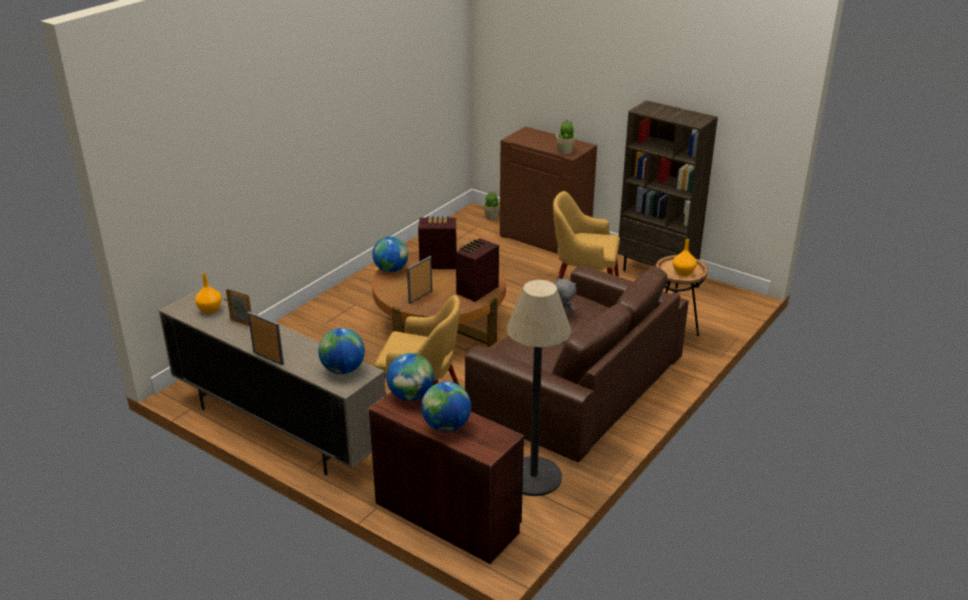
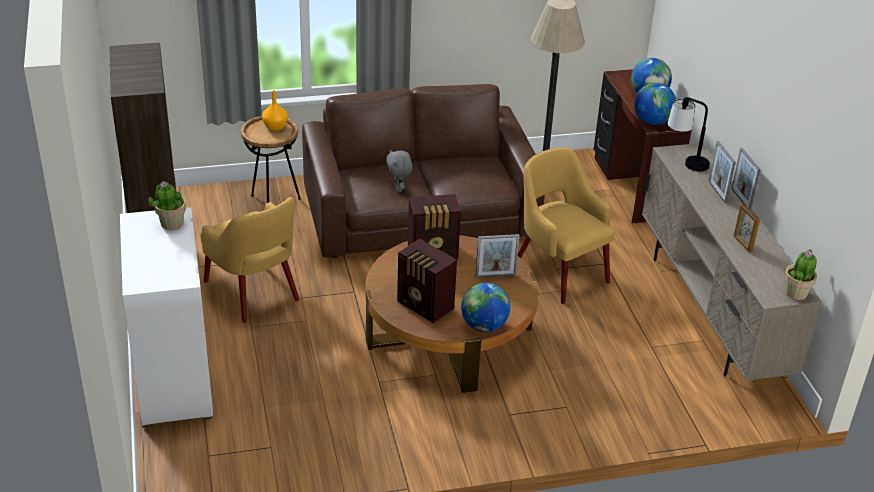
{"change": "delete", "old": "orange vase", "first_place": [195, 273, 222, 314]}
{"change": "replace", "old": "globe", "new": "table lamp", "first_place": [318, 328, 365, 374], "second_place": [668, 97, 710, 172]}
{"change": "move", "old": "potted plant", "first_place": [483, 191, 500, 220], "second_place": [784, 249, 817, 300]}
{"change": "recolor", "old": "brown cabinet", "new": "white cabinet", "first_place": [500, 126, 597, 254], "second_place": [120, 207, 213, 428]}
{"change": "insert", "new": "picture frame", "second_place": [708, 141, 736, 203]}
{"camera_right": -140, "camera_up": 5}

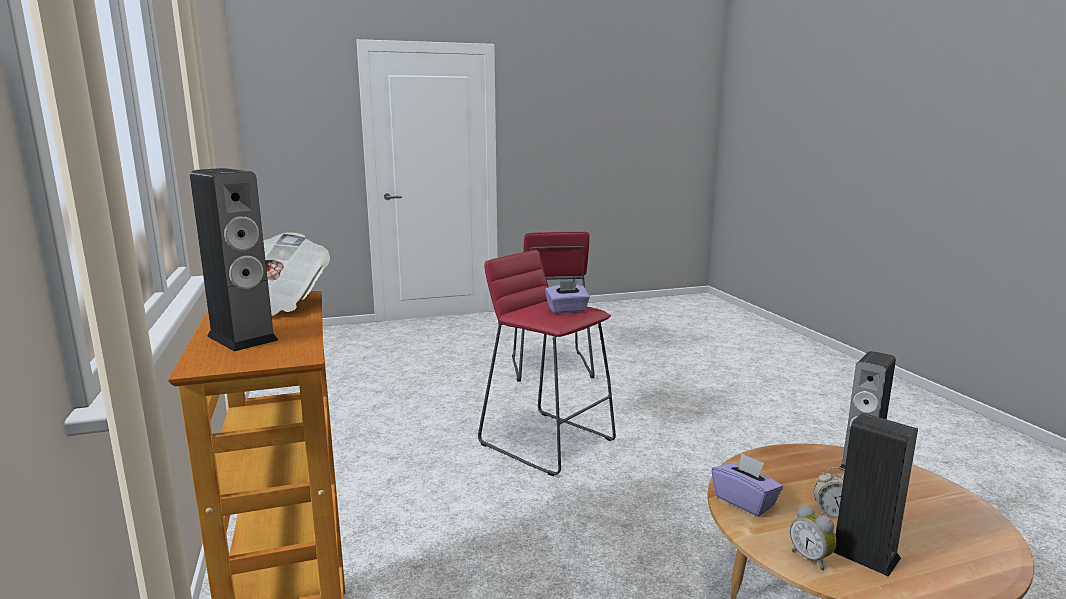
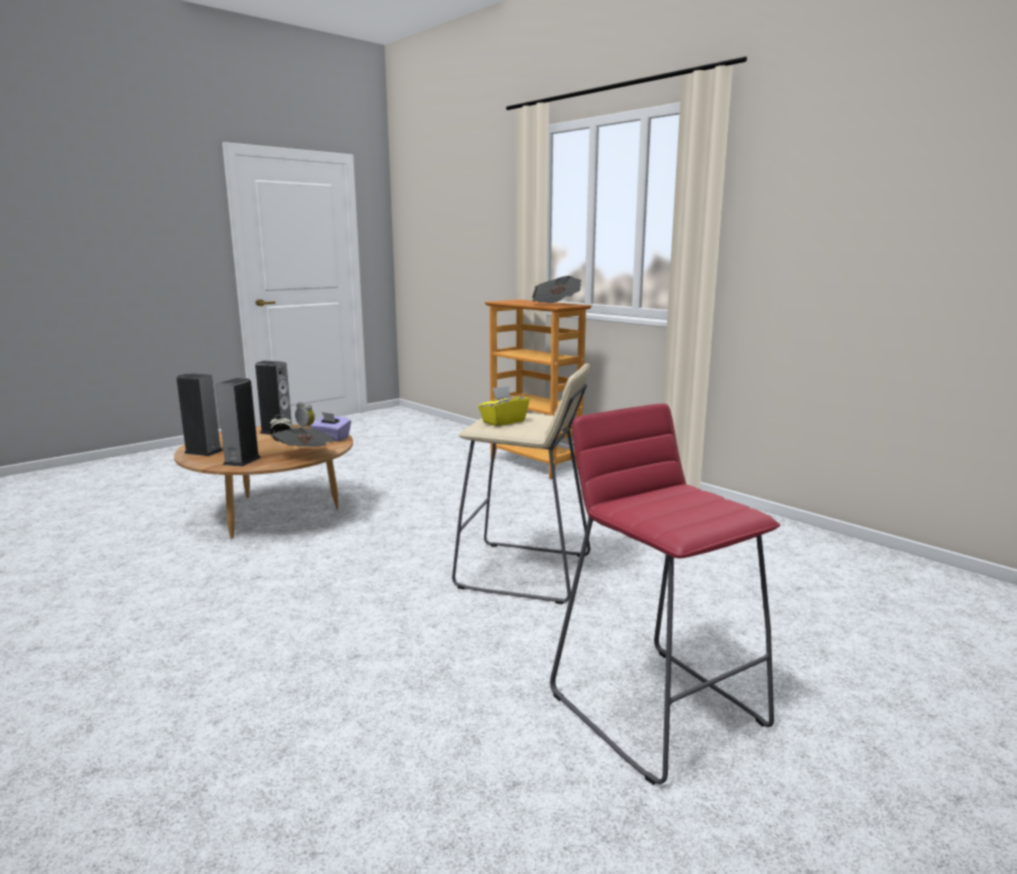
{"change": "move", "old": "speaker", "first_place": [190, 168, 279, 351], "second_place": [177, 373, 223, 456]}
{"change": "recolor", "old": "red stool", "new": "beige stool", "first_place": [478, 250, 616, 476], "second_place": [452, 364, 590, 604]}
{"change": "recolor", "old": "purple tissue box", "new": "yellow tissue box", "first_place": [545, 281, 590, 314], "second_place": [478, 386, 529, 426]}
{"change": "insert", "new": "newspaper", "second_place": [270, 428, 334, 447]}
{"camera_right": 155, "camera_up": 0}

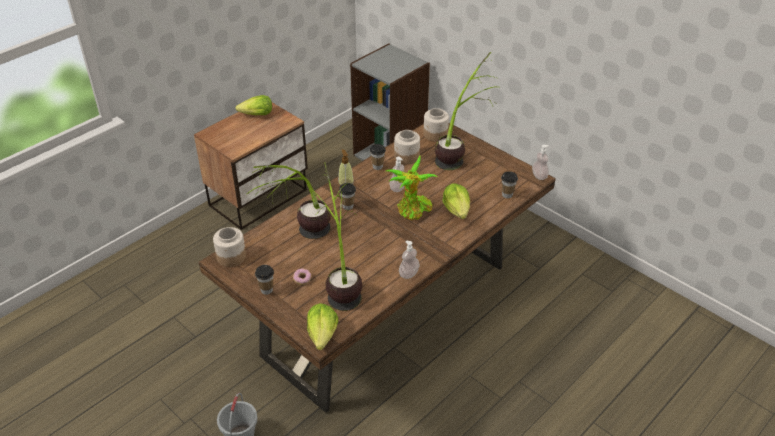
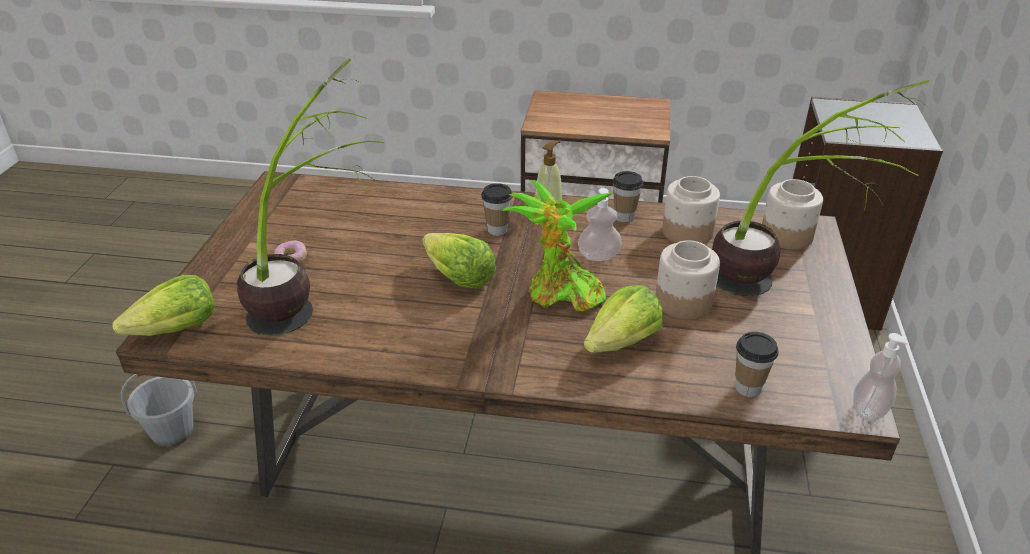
{"change": "move", "old": "jar", "first_place": [213, 227, 246, 267], "second_place": [655, 240, 720, 319]}
{"change": "move", "old": "lettuce", "first_place": [235, 95, 272, 115], "second_place": [422, 233, 496, 288]}
{"change": "delete", "old": "potted plant", "first_place": [247, 165, 331, 239]}
{"change": "delete", "old": "cup", "first_place": [255, 265, 274, 295]}
{"change": "delete", "old": "soap dispenser", "first_place": [399, 241, 419, 279]}
{"camera_right": 55, "camera_up": -5}

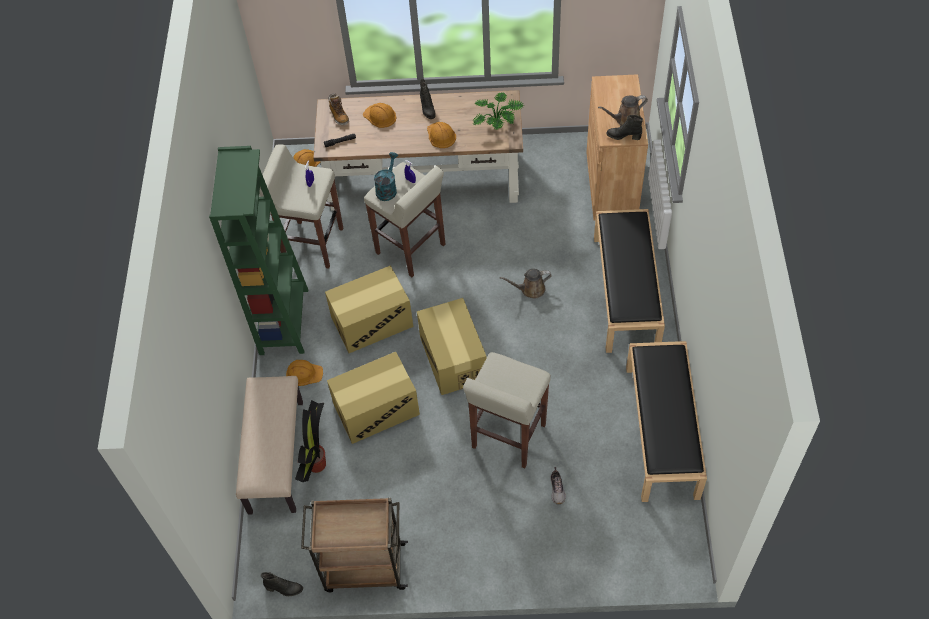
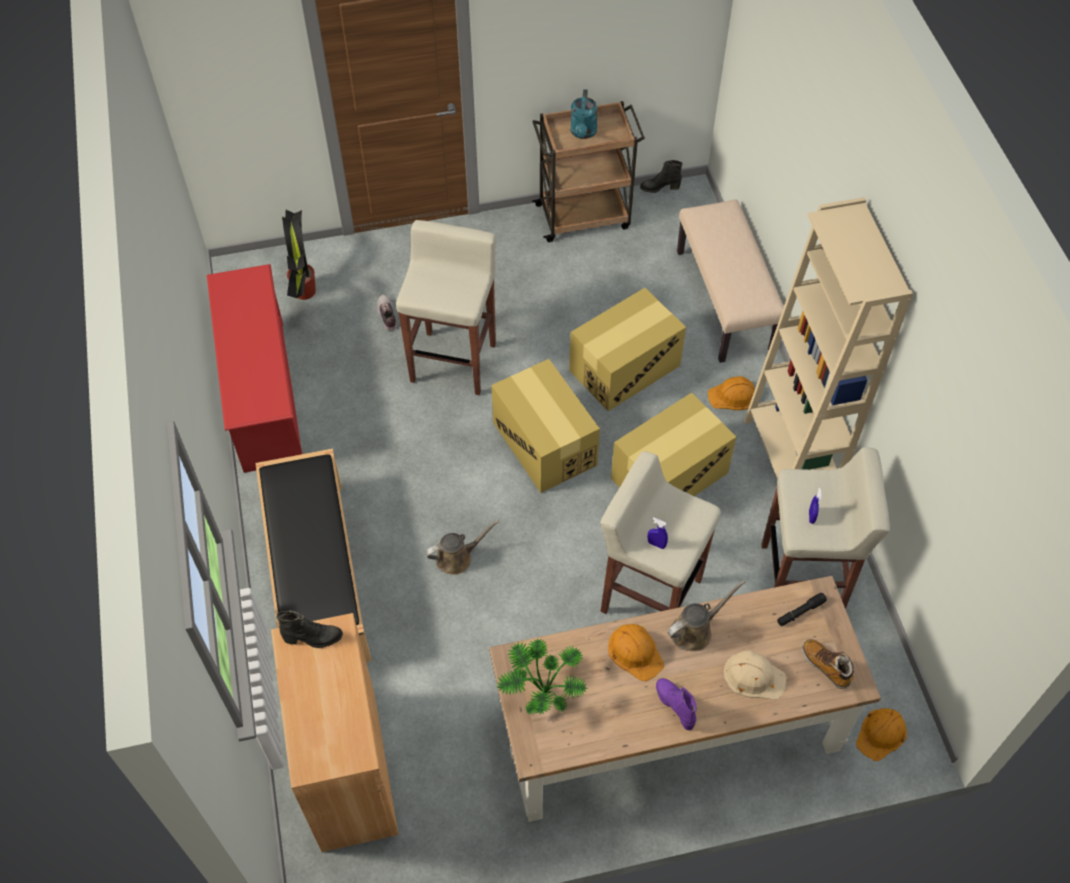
{"change": "recolor", "old": "green bookcase", "new": "beige bookcase", "first_place": [209, 146, 308, 355], "second_place": [744, 197, 913, 479]}
{"change": "move", "old": "potted plant", "first_place": [295, 400, 326, 482], "second_place": [282, 210, 316, 300]}
{"change": "recolor", "old": "orange hard hat", "new": "beige hard hat", "first_place": [363, 103, 396, 128], "second_place": [724, 650, 787, 700]}
{"change": "move", "old": "turquoise watering can", "first_place": [374, 152, 398, 201], "second_place": [570, 89, 598, 139]}
{"change": "recolor", "old": "black boot", "new": "purple boot", "first_place": [420, 79, 436, 119], "second_place": [656, 678, 697, 730]}
{"change": "move", "old": "brown watering can", "first_place": [598, 95, 648, 126], "second_place": [667, 580, 745, 651]}
{"change": "replace", "old": "black bench", "new": "red shoe rack", "first_place": [626, 341, 707, 502], "second_place": [207, 264, 303, 473]}
{"camera_right": 165, "camera_up": 0}

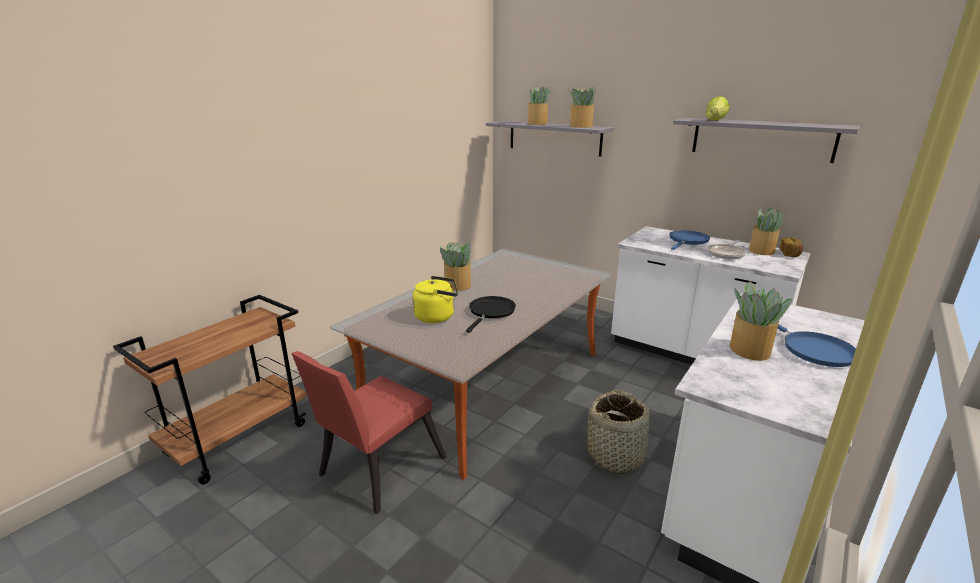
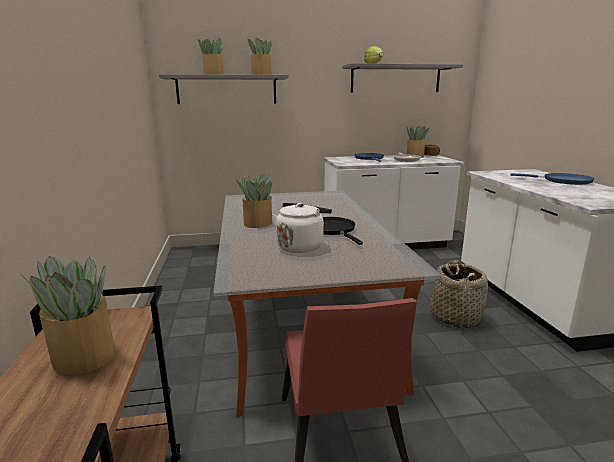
{"change": "recolor", "old": "yellow kettle", "new": "white kettle", "first_place": [412, 276, 458, 323], "second_place": [272, 203, 332, 253]}
{"change": "move", "old": "potted plant", "first_place": [730, 281, 792, 361], "second_place": [25, 256, 115, 375]}
{"camera_right": -45, "camera_up": -5}

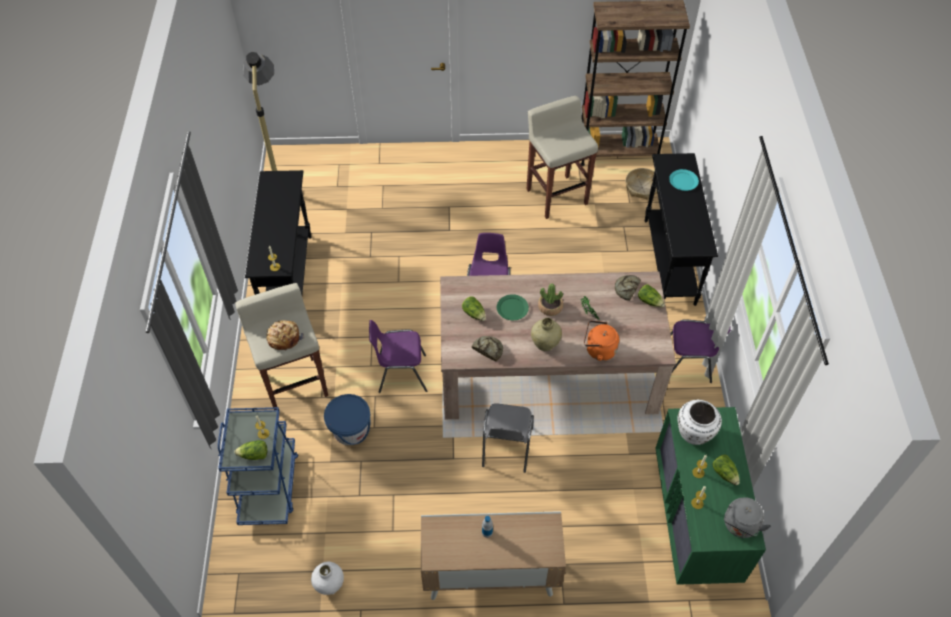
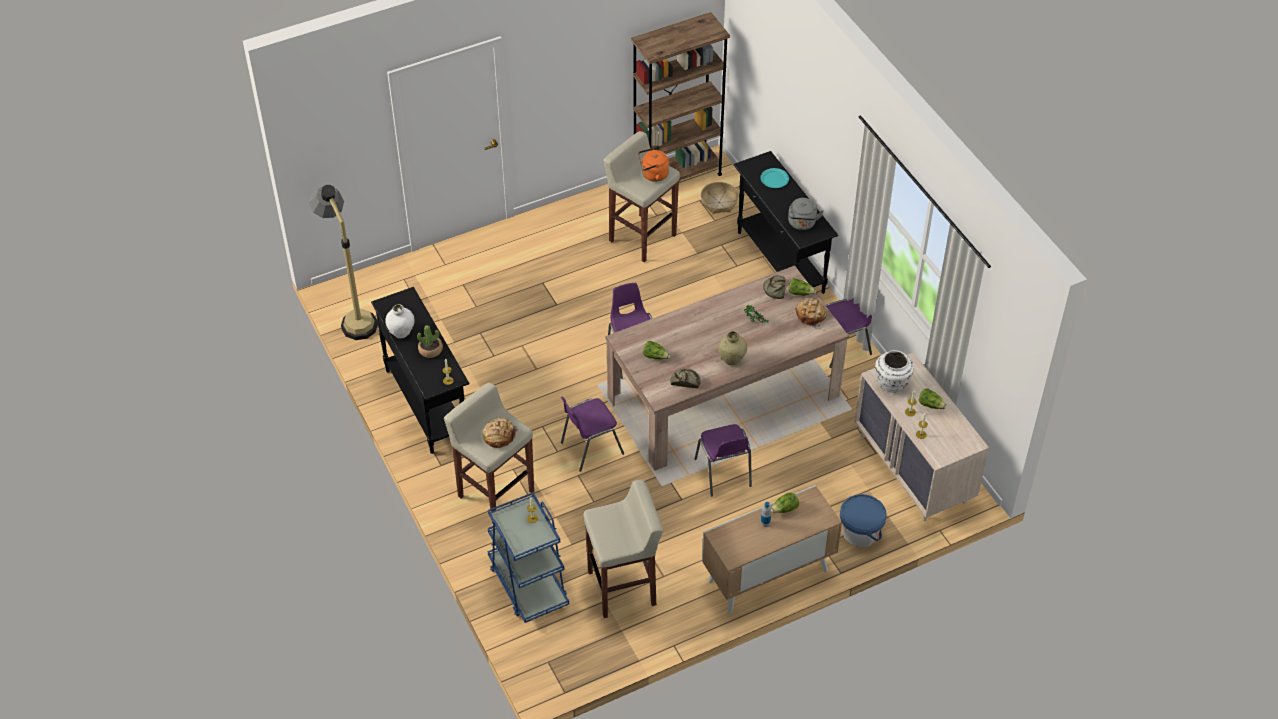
{"change": "move", "old": "lettuce", "first_place": [234, 440, 267, 460], "second_place": [771, 493, 799, 513]}
{"change": "move", "old": "white vase", "first_place": [311, 562, 344, 595], "second_place": [385, 304, 415, 339]}
{"change": "move", "old": "blue bucket", "first_place": [324, 394, 370, 445], "second_place": [840, 494, 887, 547]}
{"change": "recolor", "old": "grey chair", "new": "purple chair", "first_place": [482, 403, 534, 473], "second_place": [694, 424, 752, 496]}
{"change": "delete", "old": "green plate", "first_place": [497, 294, 529, 320]}
{"change": "move", "old": "potted plant", "first_place": [538, 284, 563, 316], "second_place": [417, 325, 443, 358]}
{"change": "move", "old": "orange kettle", "first_place": [584, 320, 620, 361], "second_place": [638, 148, 669, 182]}
{"change": "recolor", "old": "green dresser", "new": "beige dresser", "first_place": [655, 407, 766, 585], "second_place": [855, 352, 989, 521]}
{"change": "move", "old": "grey kettle", "first_place": [724, 497, 771, 538], "second_place": [788, 198, 824, 230]}
{"change": "insert", "new": "beige stool", "second_place": [583, 480, 663, 618]}
{"change": "insert", "new": "bread", "second_place": [795, 298, 827, 328]}
{"camera_right": -25, "camera_up": -5}

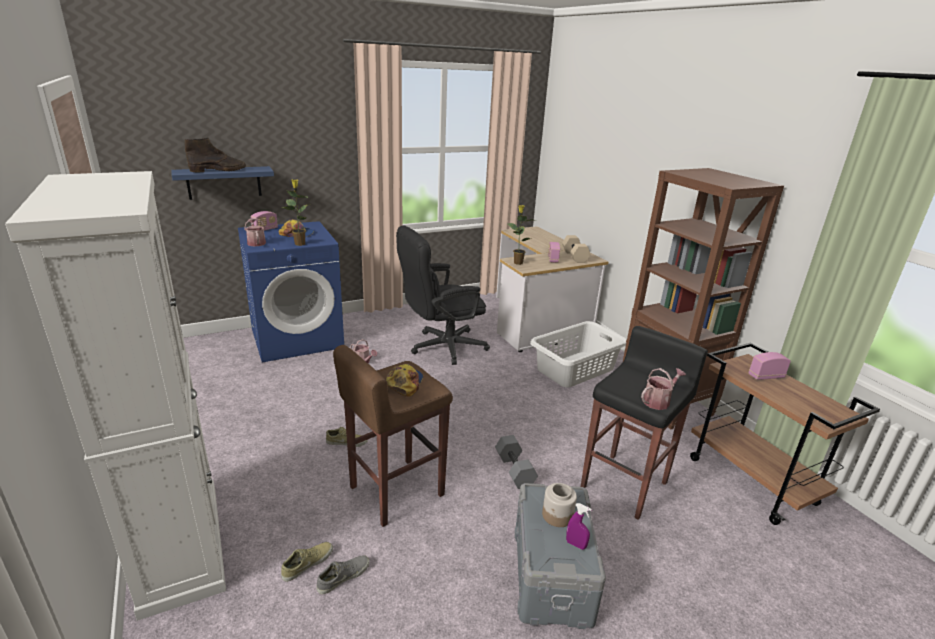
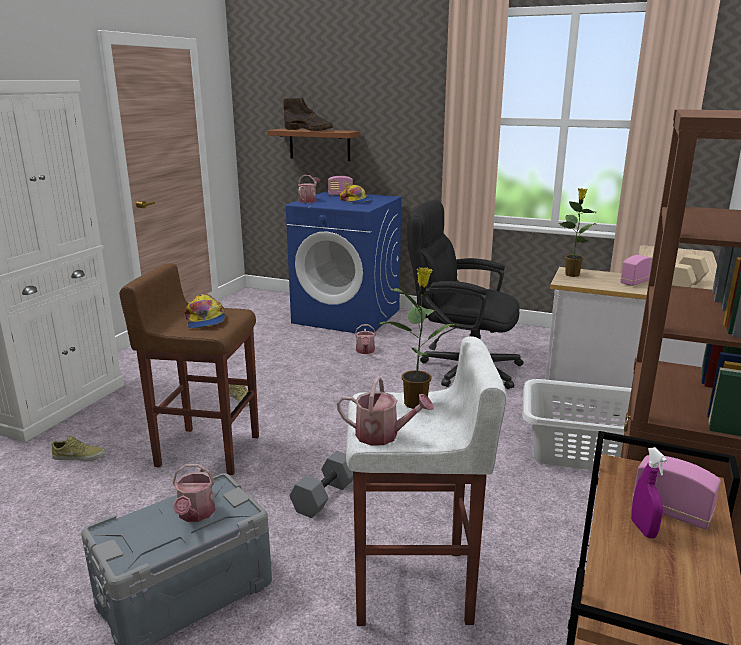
{"change": "recolor", "old": "blue shelf", "new": "brown shelf", "first_place": [171, 166, 274, 200], "second_place": [267, 129, 360, 161]}
{"change": "move", "old": "potted plant", "first_place": [282, 179, 310, 246], "second_place": [376, 267, 457, 409]}
{"change": "delete", "old": "grey shoe", "first_place": [317, 555, 370, 594]}
{"change": "rotate", "old": "cap", "first_place": [385, 364, 423, 397], "second_place": [185, 294, 225, 328], "degrees": 105}
{"change": "replace", "old": "jar", "new": "watering can", "first_place": [542, 483, 577, 527], "second_place": [173, 464, 215, 522]}
{"change": "move", "old": "purple spray bottle", "first_place": [566, 503, 592, 550], "second_place": [631, 447, 668, 539]}
{"change": "recolor", "old": "black stool", "new": "white stool", "first_place": [581, 326, 708, 520], "second_place": [346, 336, 506, 626]}
{"camera_right": 50, "camera_up": -5}

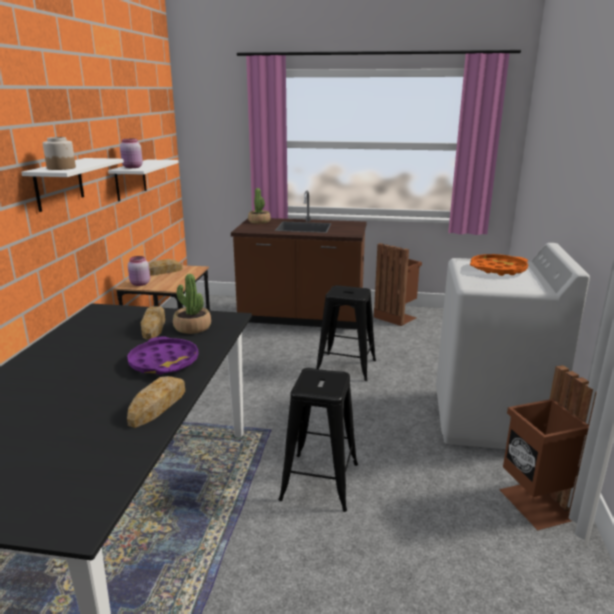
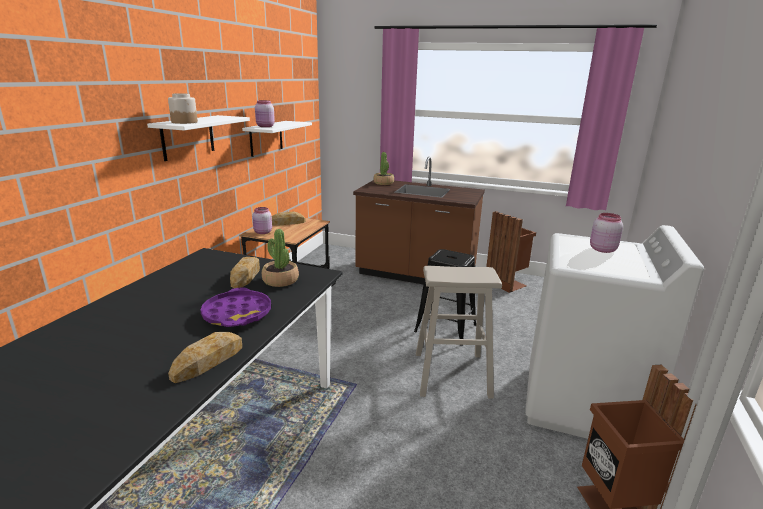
{"change": "delete", "old": "black stool", "first_place": [279, 368, 358, 512]}
{"change": "replace", "old": "orange tray", "new": "pink jar", "first_place": [470, 254, 528, 276], "second_place": [590, 213, 623, 253]}
{"change": "insert", "new": "beige stool", "second_place": [416, 266, 502, 399]}
{"camera_right": 10, "camera_up": 0}

